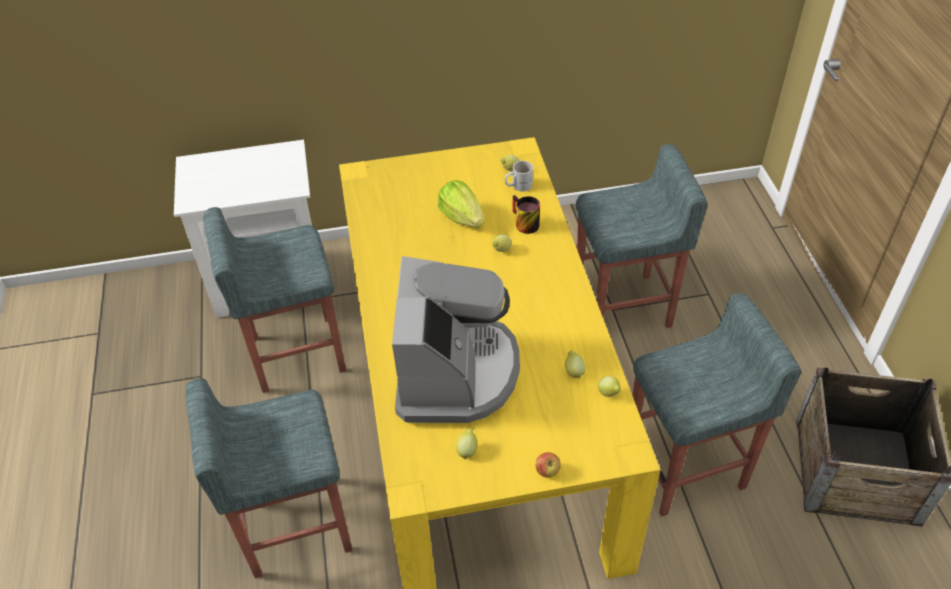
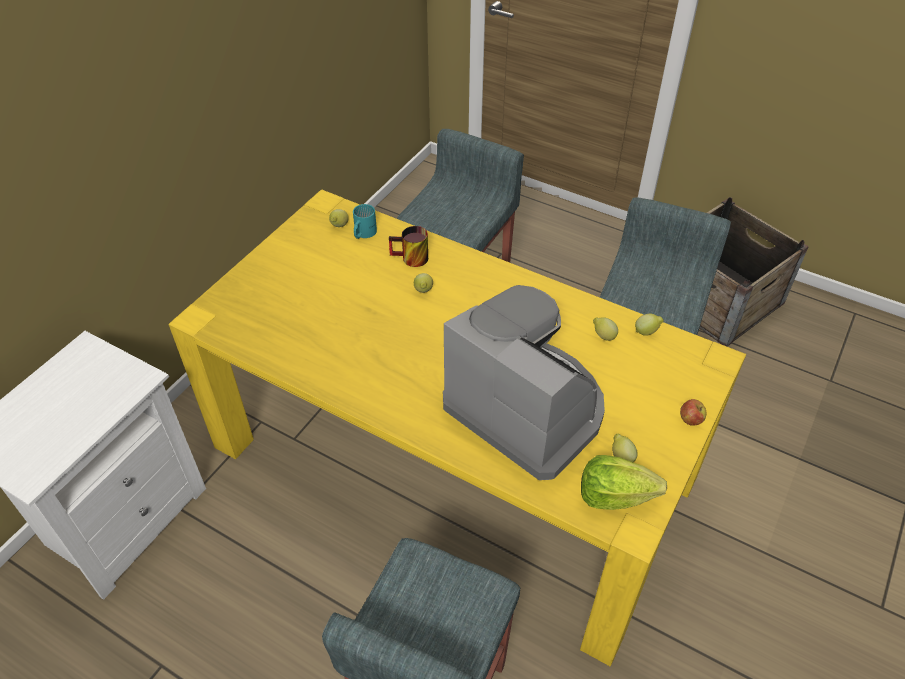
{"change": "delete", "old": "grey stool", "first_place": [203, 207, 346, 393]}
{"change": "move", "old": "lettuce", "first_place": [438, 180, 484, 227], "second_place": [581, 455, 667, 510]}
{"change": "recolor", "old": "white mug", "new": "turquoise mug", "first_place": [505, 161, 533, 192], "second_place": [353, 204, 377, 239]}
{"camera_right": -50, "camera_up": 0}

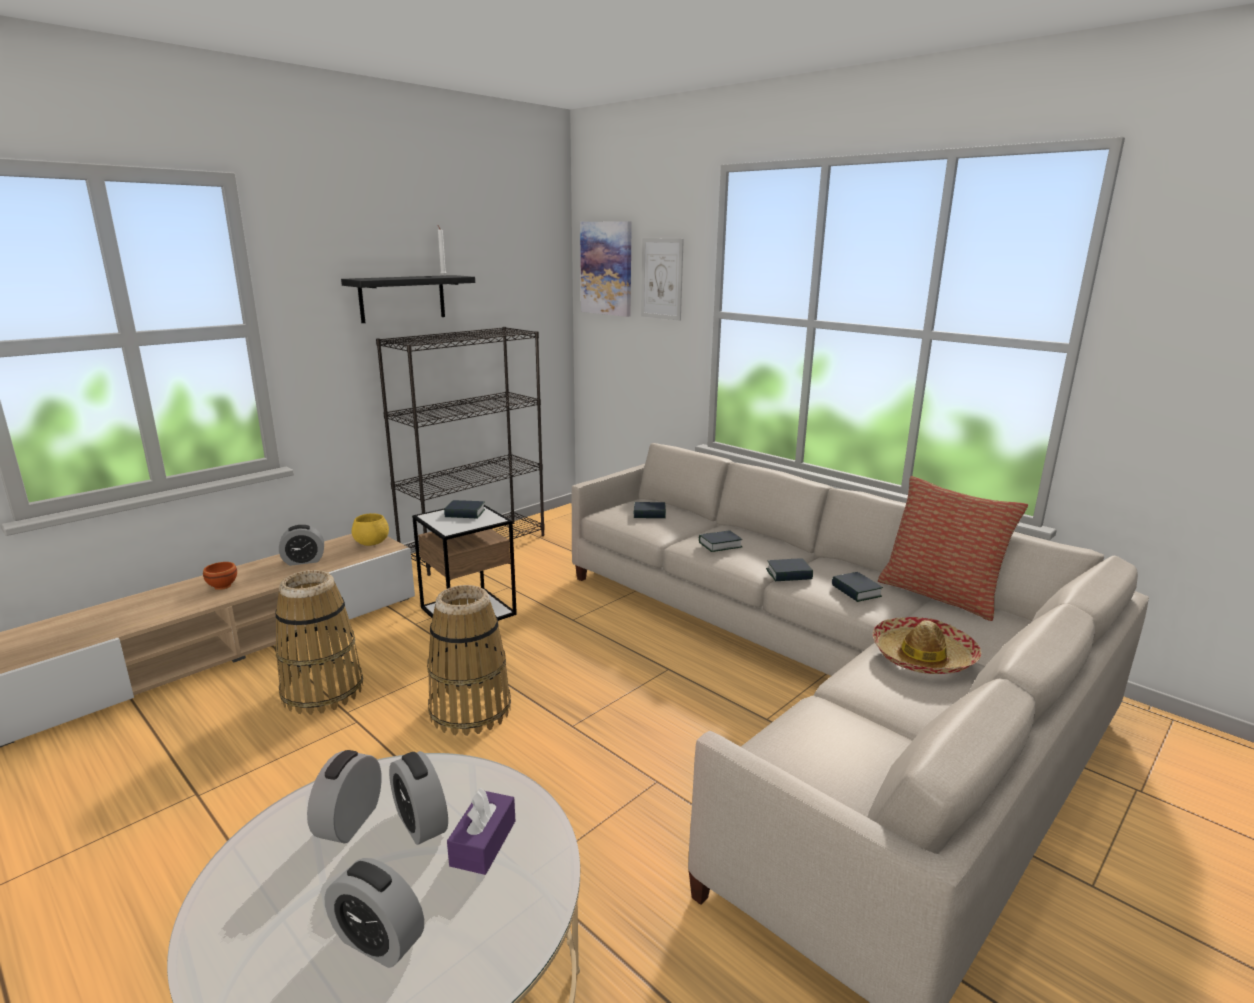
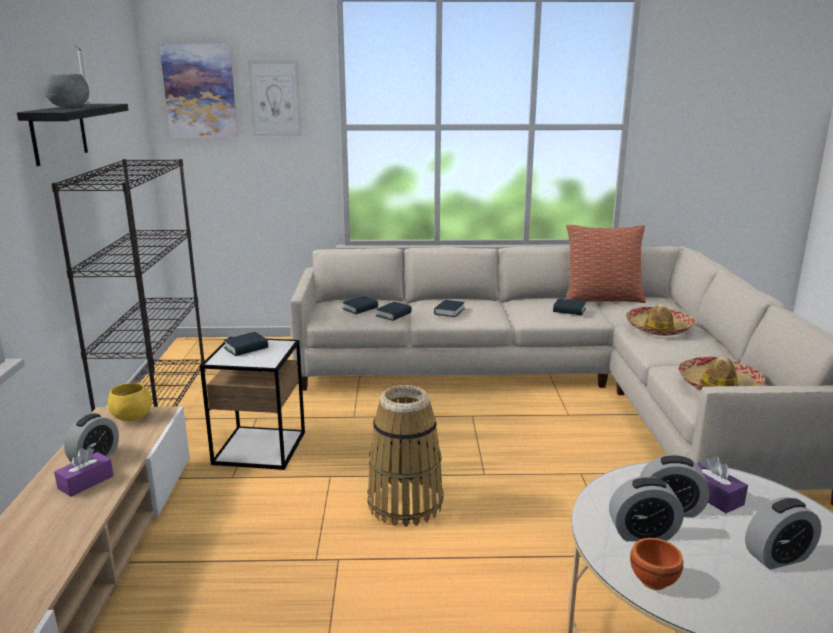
{"change": "move", "old": "brown bowl", "first_place": [203, 562, 237, 590], "second_place": [630, 538, 683, 590]}
{"change": "delete", "old": "basket", "first_place": [275, 570, 363, 715]}
{"change": "rotate", "old": "alarm clock", "first_place": [307, 750, 382, 844], "second_place": [609, 476, 684, 541], "degrees": -60}
{"change": "move", "old": "book", "first_place": [766, 558, 813, 581], "second_place": [376, 302, 412, 321]}
{"change": "insert", "new": "grey bowl", "second_place": [44, 74, 89, 108]}
{"change": "insert", "new": "purple tissue box", "second_place": [54, 447, 114, 497]}
{"change": "insert", "new": "hat", "second_place": [679, 356, 765, 390]}
{"camera_right": -45, "camera_up": 0}

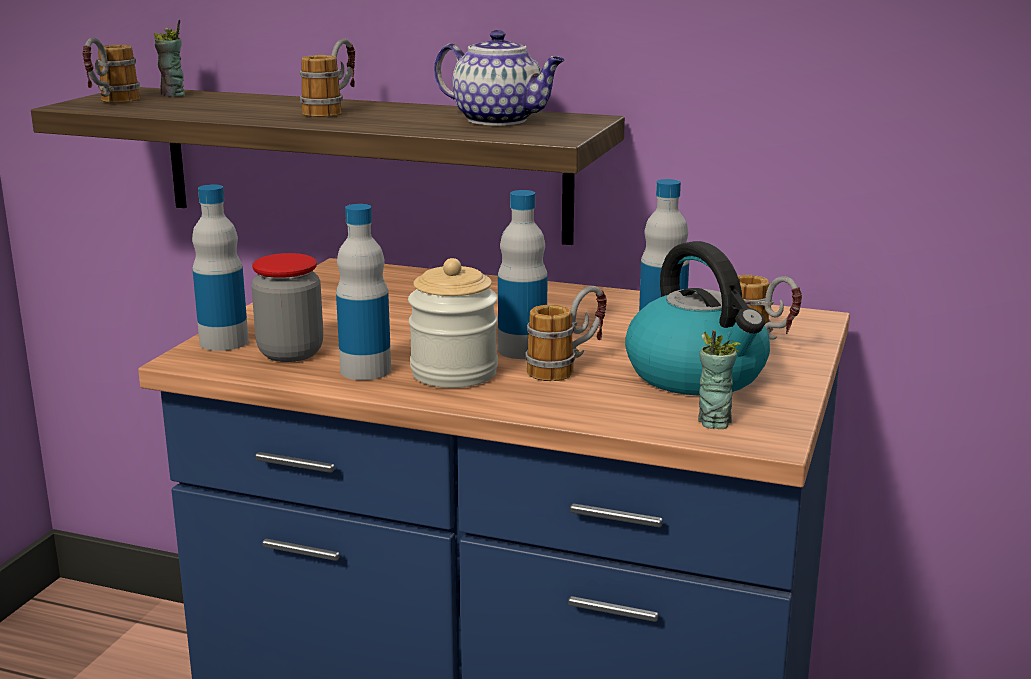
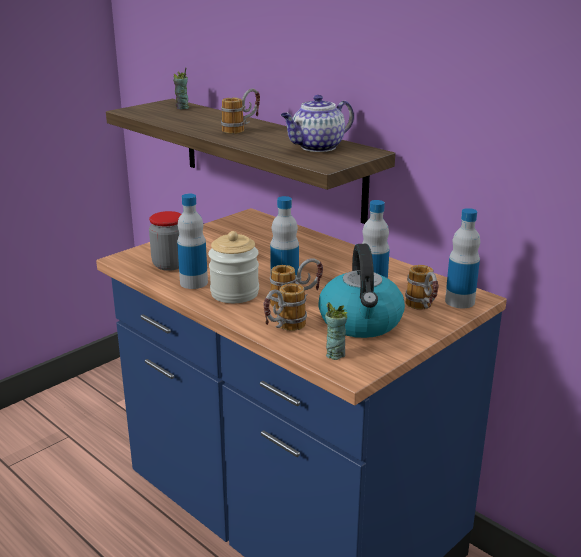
{"change": "move", "old": "mug", "first_place": [82, 37, 140, 103], "second_place": [263, 284, 307, 331]}
{"change": "move", "old": "bottle", "first_place": [192, 185, 249, 351], "second_place": [445, 208, 480, 308]}
{"change": "rotate", "old": "teapot", "first_place": [434, 30, 565, 126], "second_place": [281, 95, 354, 152], "degrees": 90}
{"camera_right": 25, "camera_up": 5}

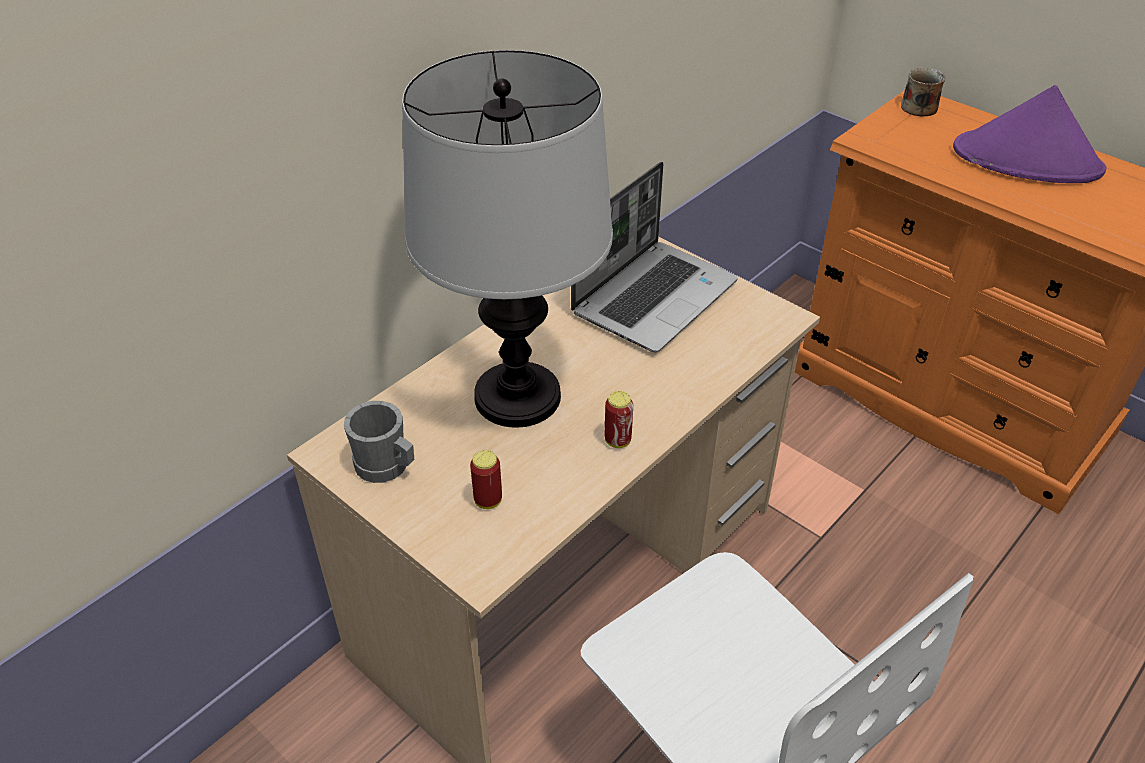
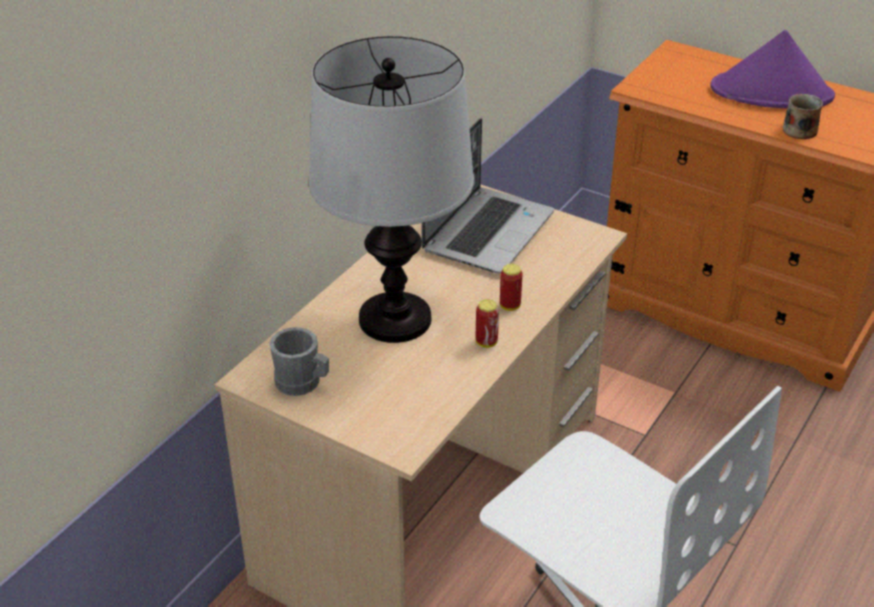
{"change": "move", "old": "can", "first_place": [470, 450, 502, 509], "second_place": [500, 264, 523, 311]}
{"change": "move", "old": "mug", "first_place": [901, 68, 945, 116], "second_place": [783, 94, 823, 139]}
{"camera_right": -10, "camera_up": -5}

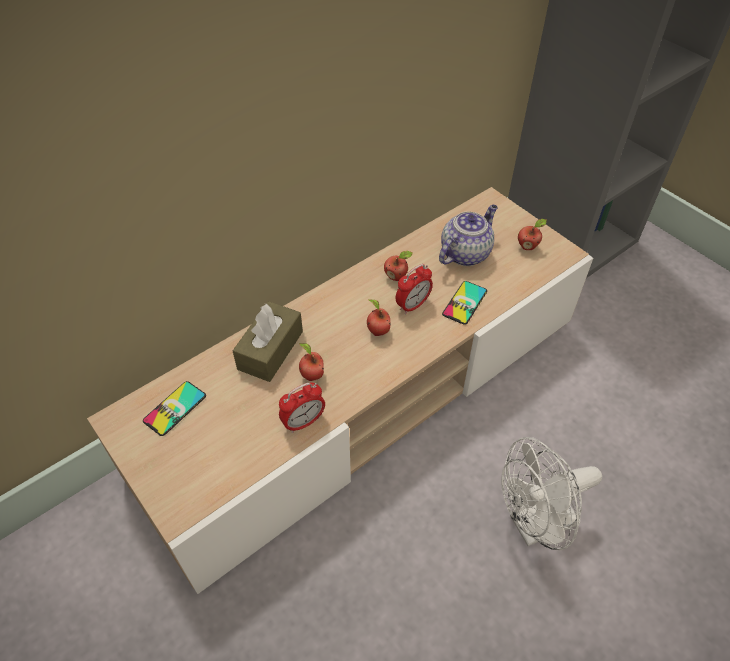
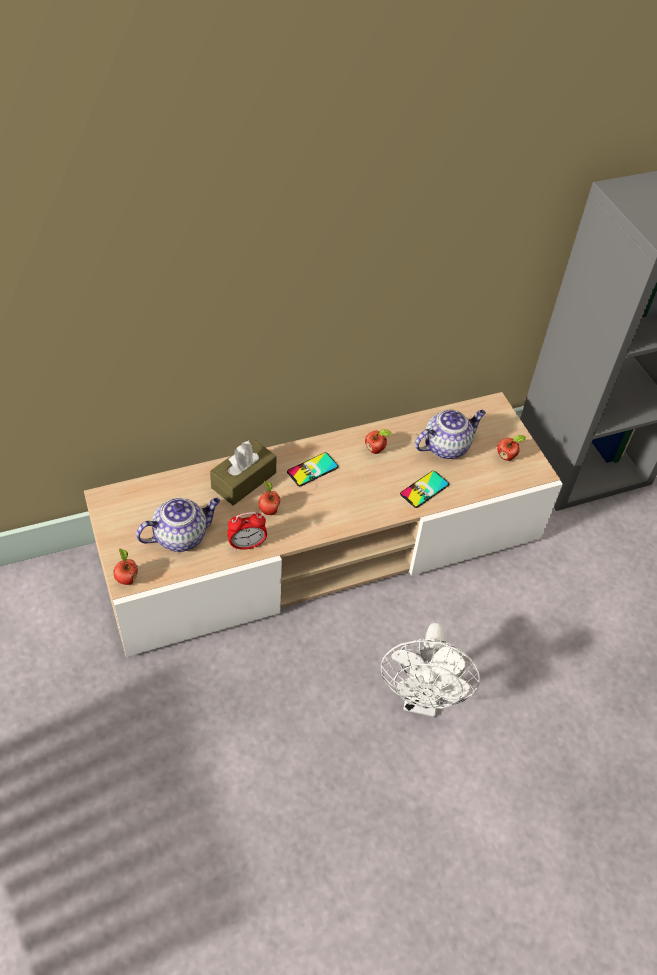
{"change": "move", "old": "phone", "first_place": [143, 381, 206, 436], "second_place": [287, 452, 339, 486]}
{"change": "move", "old": "apple", "first_place": [367, 299, 391, 336], "second_place": [113, 549, 138, 585]}
{"change": "delete", "old": "alarm clock", "first_place": [396, 264, 433, 314]}
{"change": "rotate", "old": "white fan", "first_place": [501, 437, 602, 550], "second_place": [381, 623, 480, 717], "degrees": -75}
{"change": "insert", "new": "teapot", "second_place": [136, 498, 220, 552]}
{"camera_right": 15, "camera_up": 0}

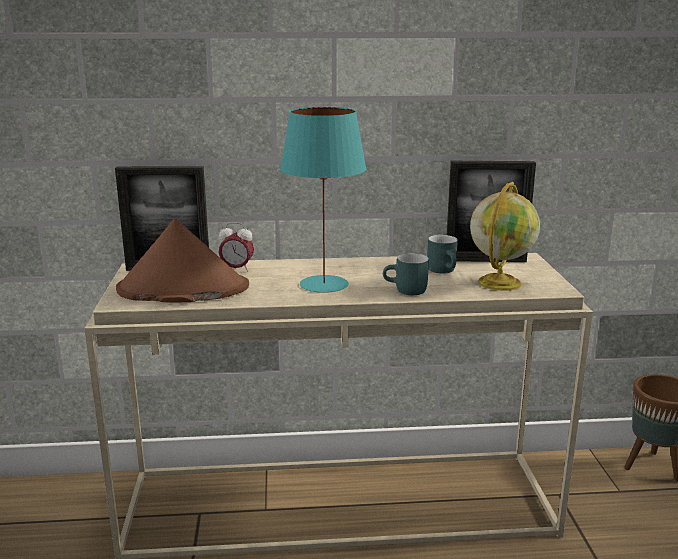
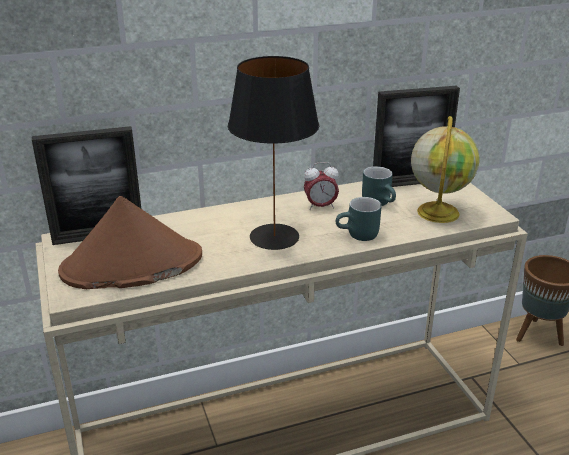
{"change": "move", "old": "alarm clock", "first_place": [219, 223, 254, 272], "second_place": [304, 162, 339, 210]}
{"change": "recolor", "old": "turquoise table lamp", "new": "black table lamp", "first_place": [280, 107, 367, 293], "second_place": [228, 56, 319, 250]}
{"camera_right": -15, "camera_up": 10}

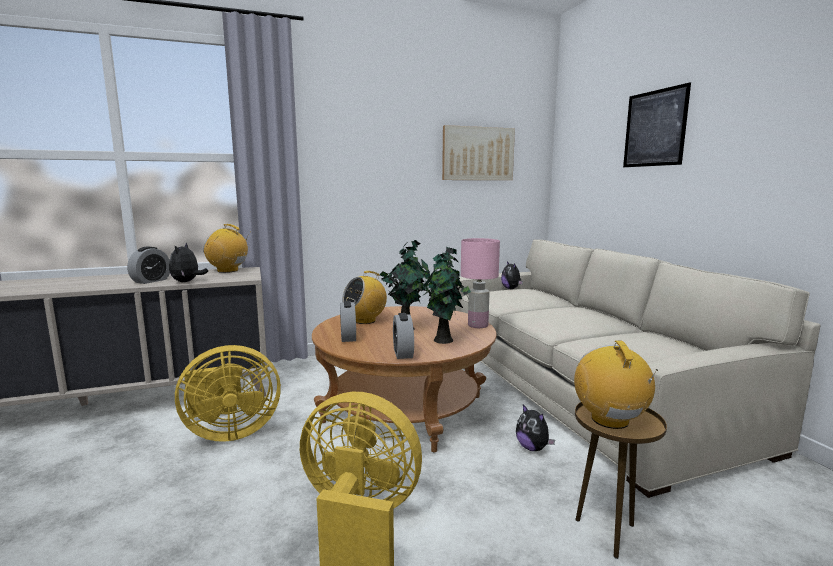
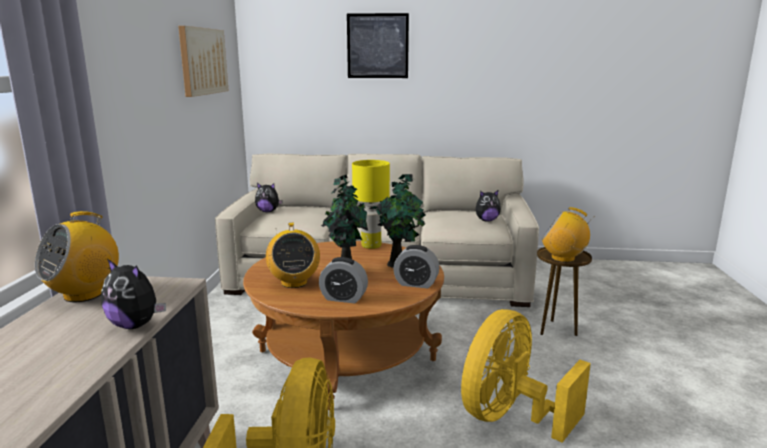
{"change": "delete", "old": "alarm clock", "first_place": [127, 247, 170, 284]}
{"change": "recolor", "old": "pink table lamp", "new": "yellow table lamp", "first_place": [461, 238, 500, 328], "second_place": [352, 160, 390, 249]}
{"change": "move", "old": "plush toy", "first_place": [516, 404, 555, 451], "second_place": [476, 190, 501, 221]}
{"camera_right": -65, "camera_up": 5}

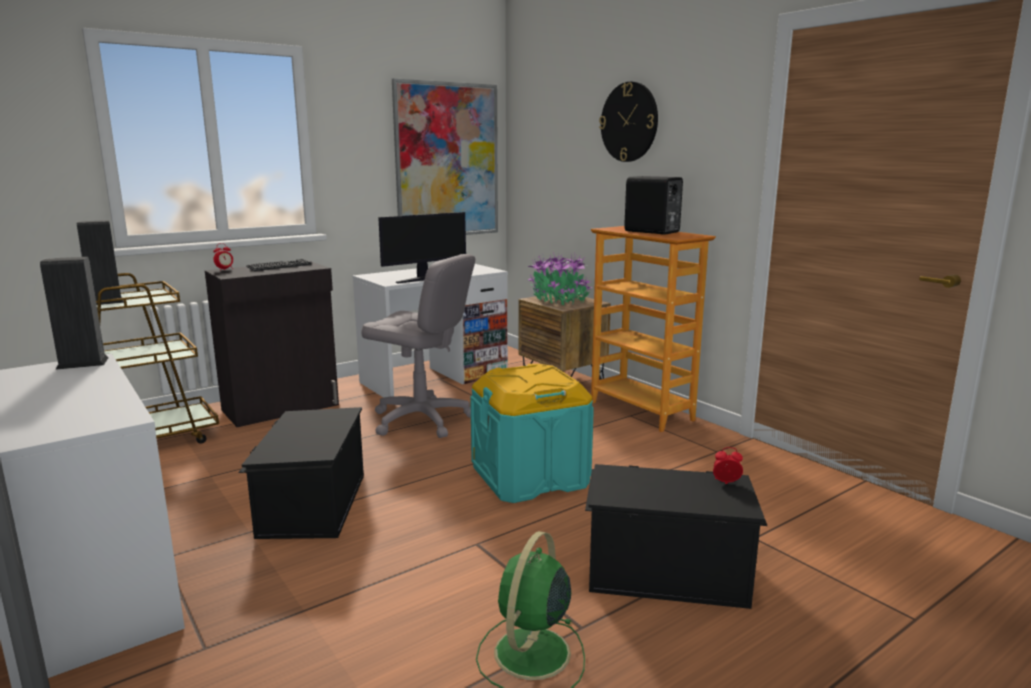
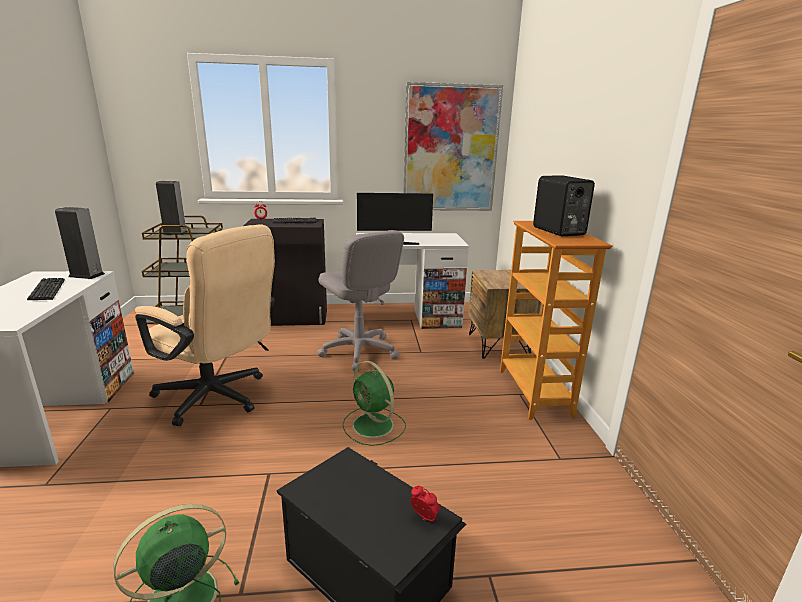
{"change": "replace", "old": "black storage box", "new": "beige office chair", "first_place": [238, 407, 364, 539], "second_place": [135, 225, 275, 426]}
{"change": "replace", "old": "turquoise storage box", "new": "green fan", "first_place": [470, 364, 594, 503], "second_place": [343, 361, 406, 446]}
{"change": "delete", "old": "potted plant", "first_place": [528, 252, 592, 305]}
{"change": "delete", "old": "wall clock", "first_place": [599, 82, 658, 162]}
{"change": "insert", "new": "keyboard", "second_place": [27, 278, 65, 300]}
{"camera_right": 30, "camera_up": 5}

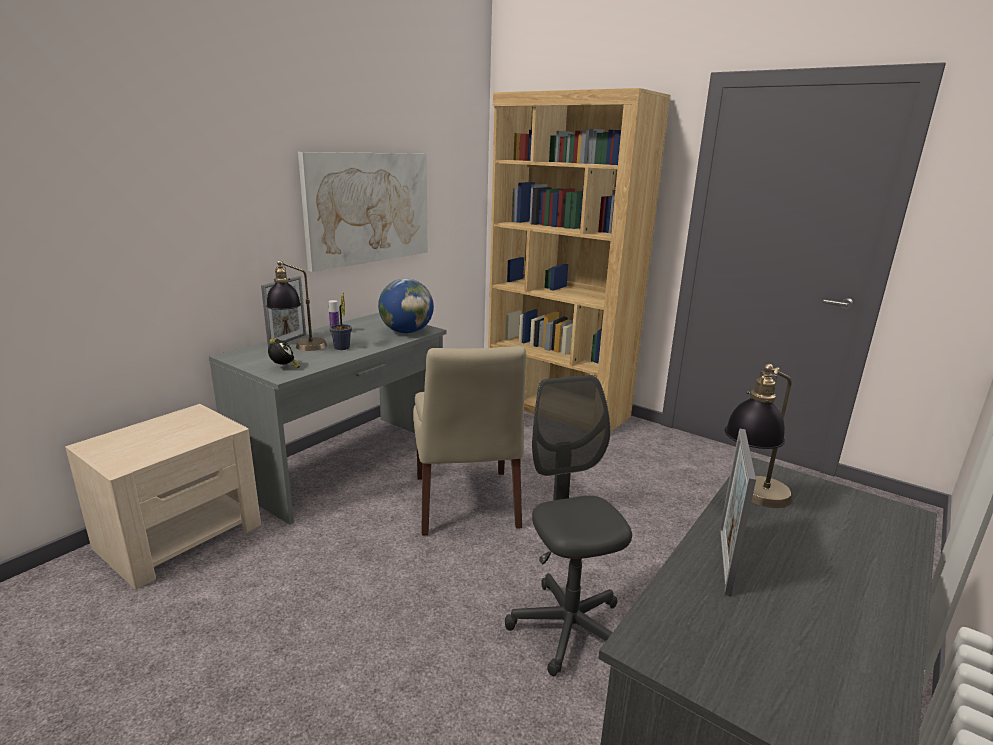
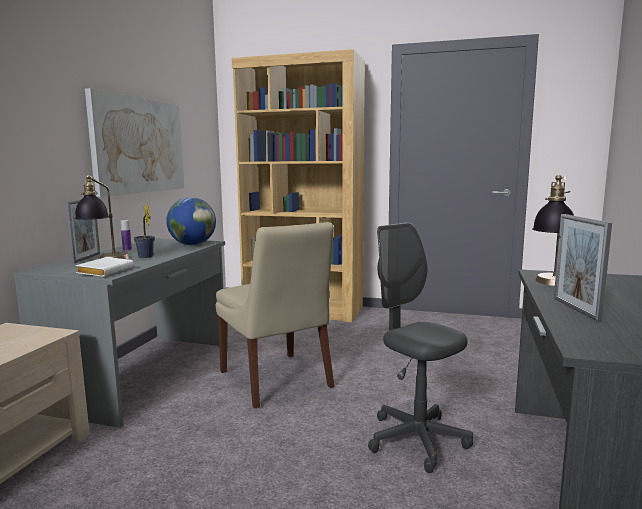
{"change": "replace", "old": "alarm clock", "new": "white book", "first_place": [268, 338, 301, 368], "second_place": [76, 257, 134, 277]}
{"camera_right": -20, "camera_up": -10}

